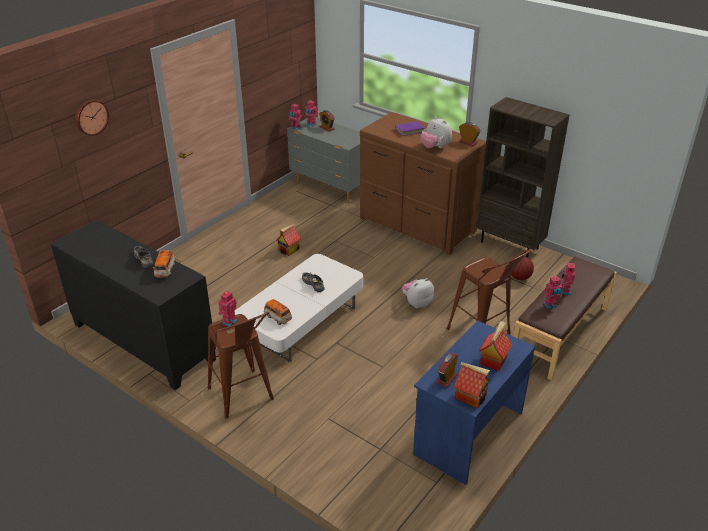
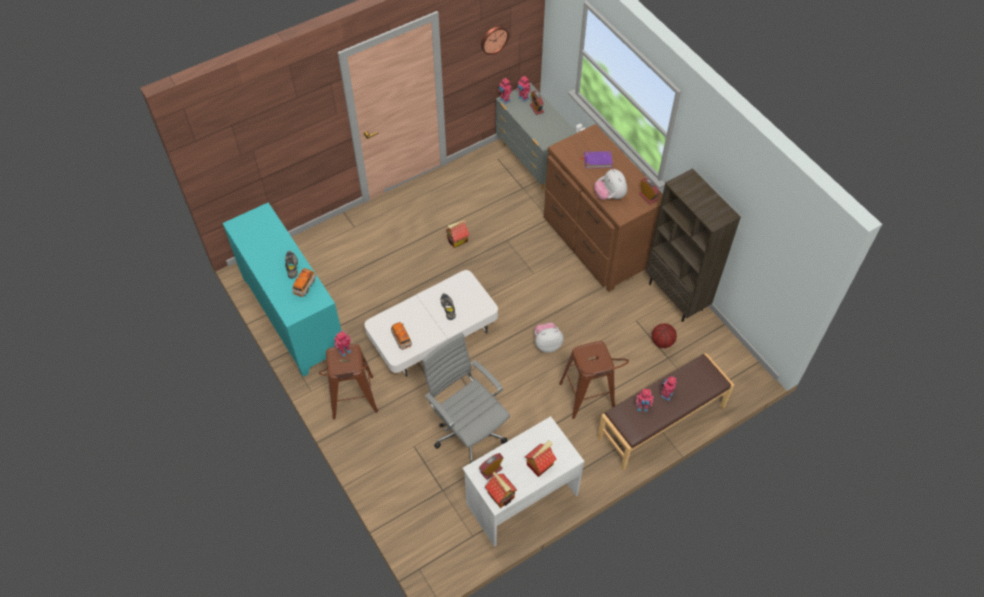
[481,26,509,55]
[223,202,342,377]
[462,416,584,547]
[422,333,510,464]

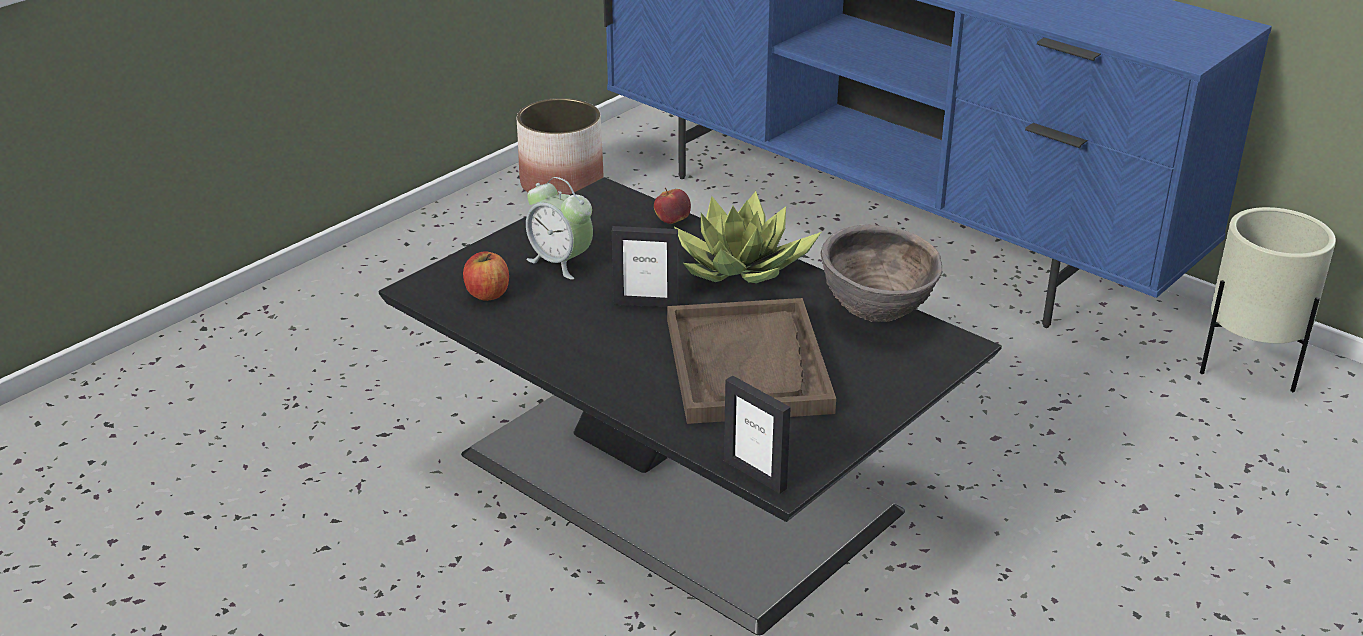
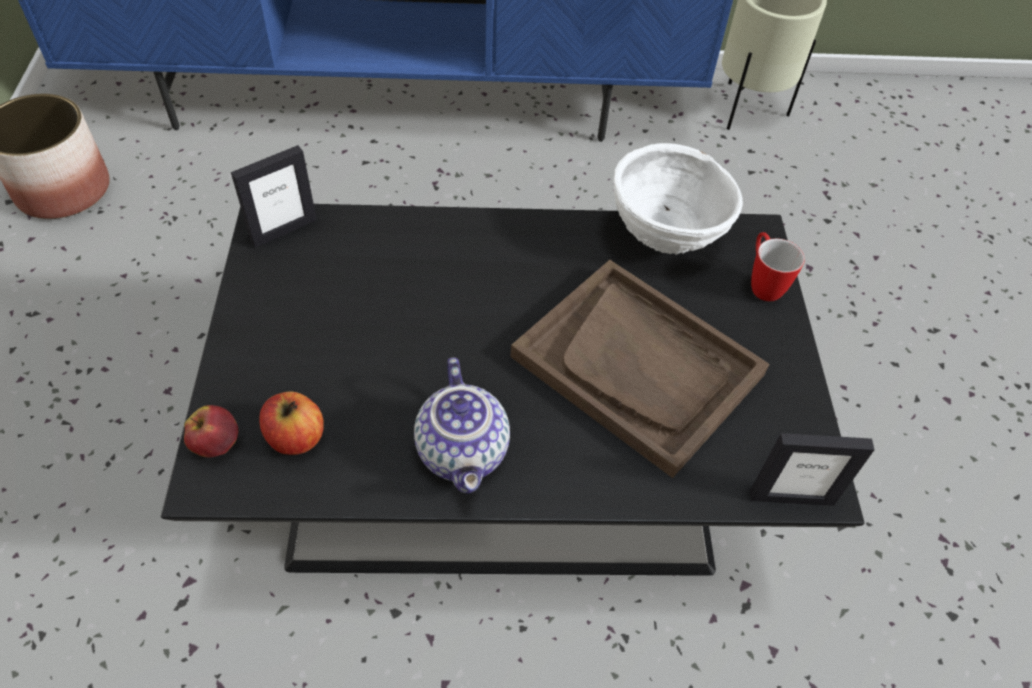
[526,177,593,280] (first image)
[184,405,238,457]
[674,191,821,283] (first image)
[613,143,743,255]
[231,145,317,248]
[751,232,805,301]
[414,357,510,494]

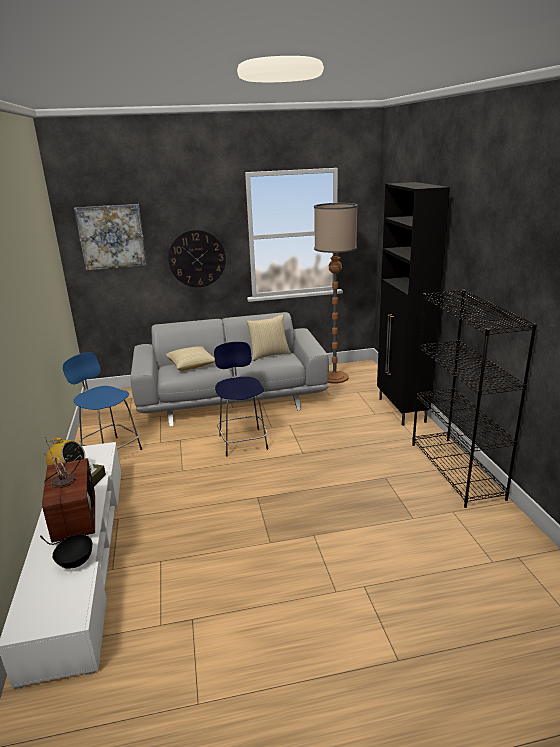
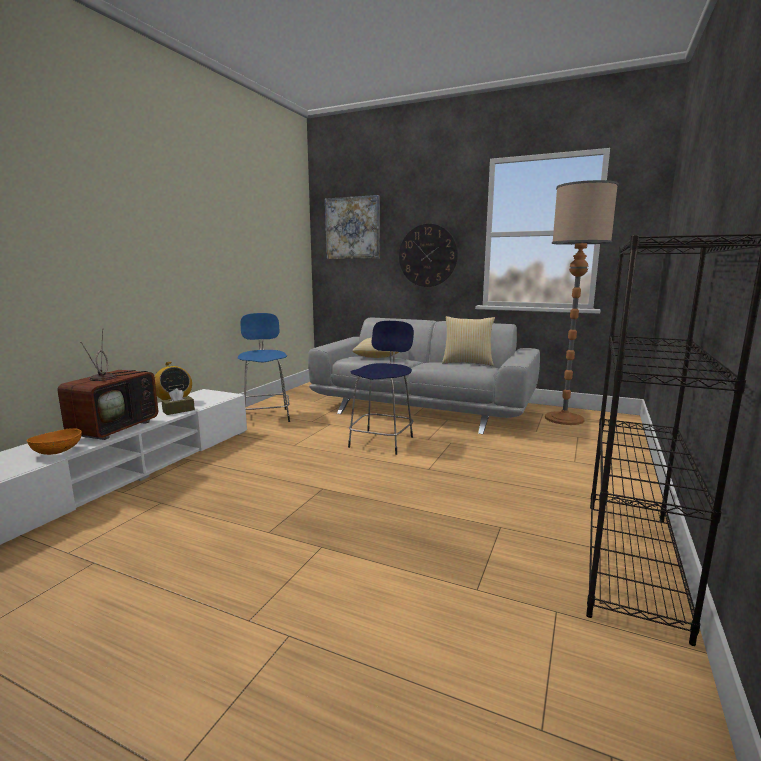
[377,182,450,426] (first image)
[27,428,82,455]

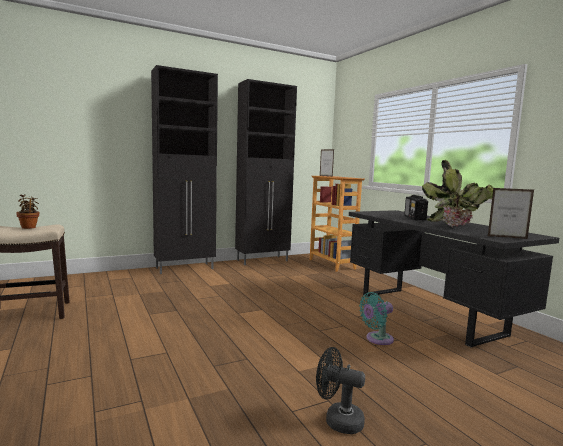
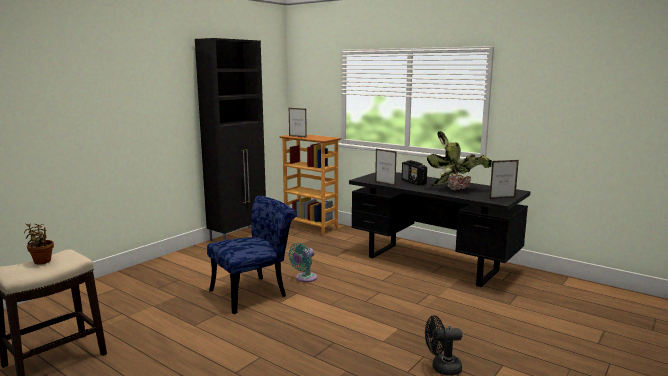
[151,65,218,274] (first image)
[288,243,317,282]
[375,149,397,186]
[207,195,297,314]

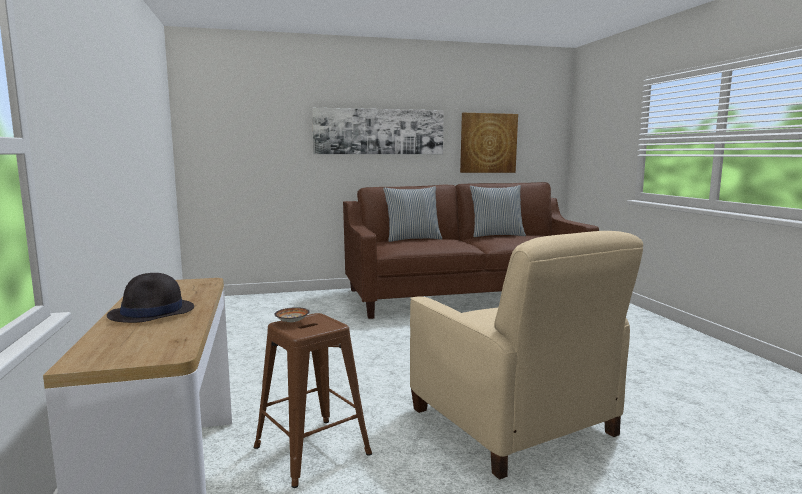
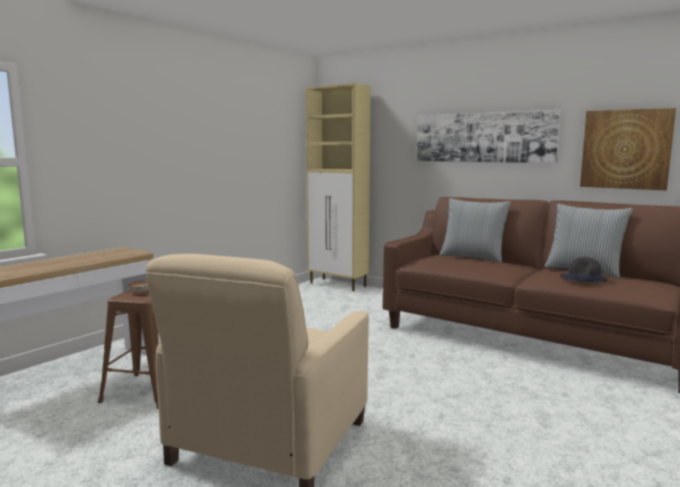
[560,257,608,283]
[306,83,371,291]

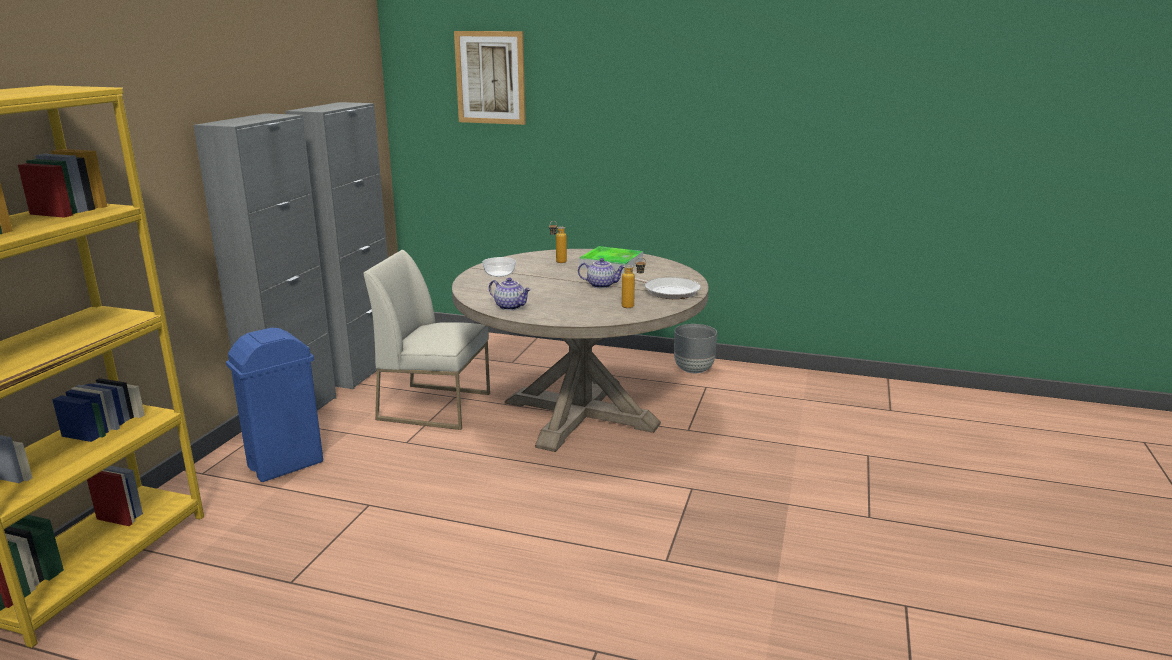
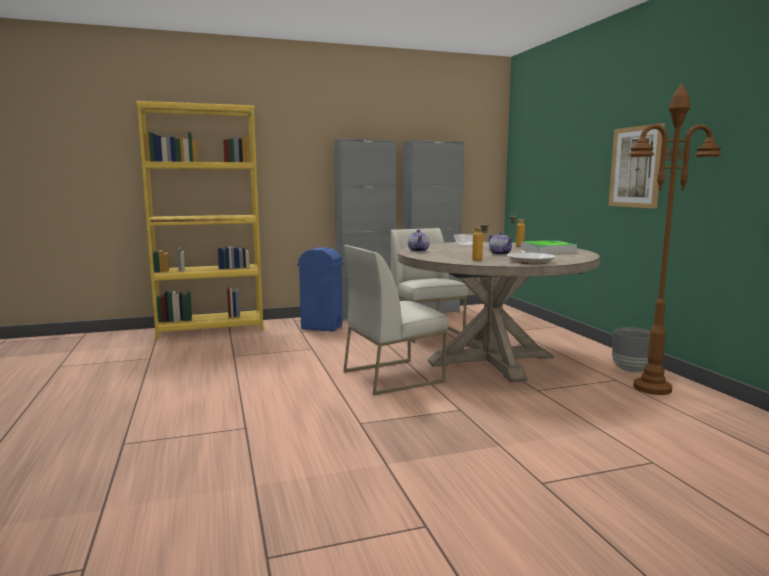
[609,123,665,209]
[629,84,722,395]
[343,245,448,395]

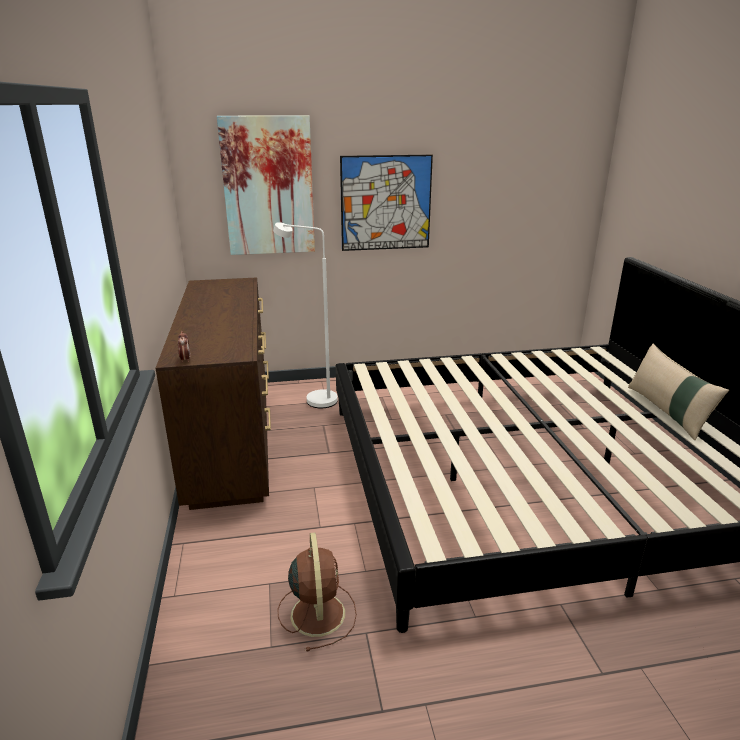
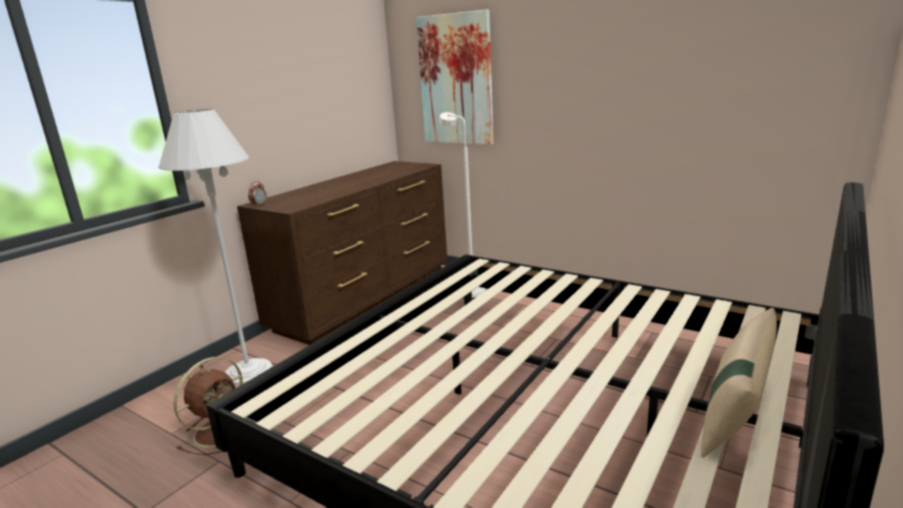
[340,155,433,251] (first image)
[158,109,273,386]

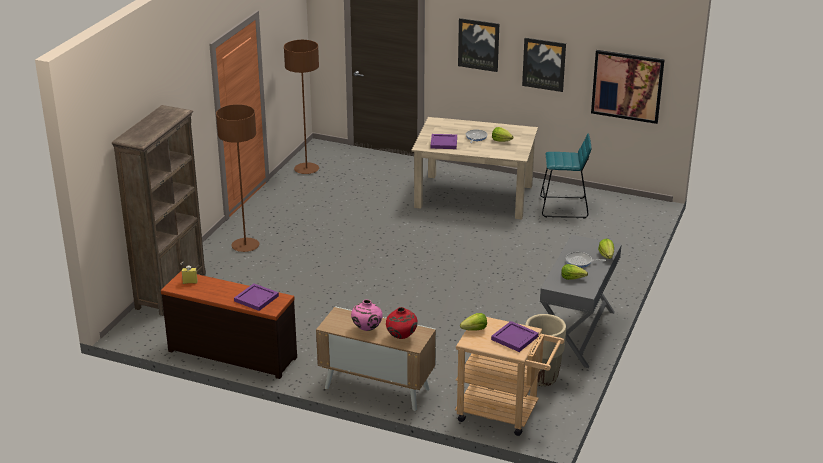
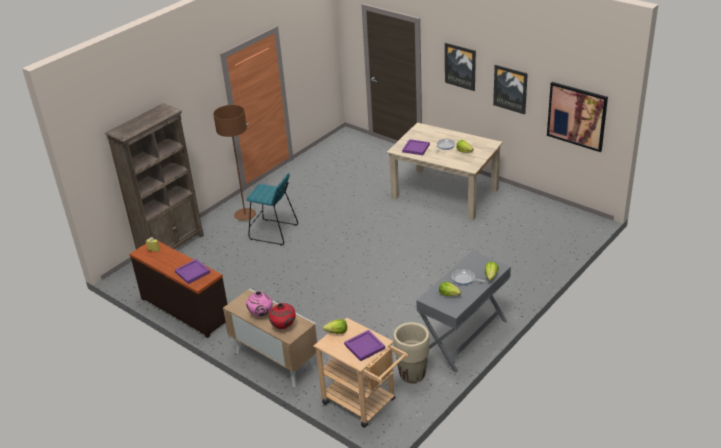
[284,40,319,174] (first image)
[246,173,298,246]

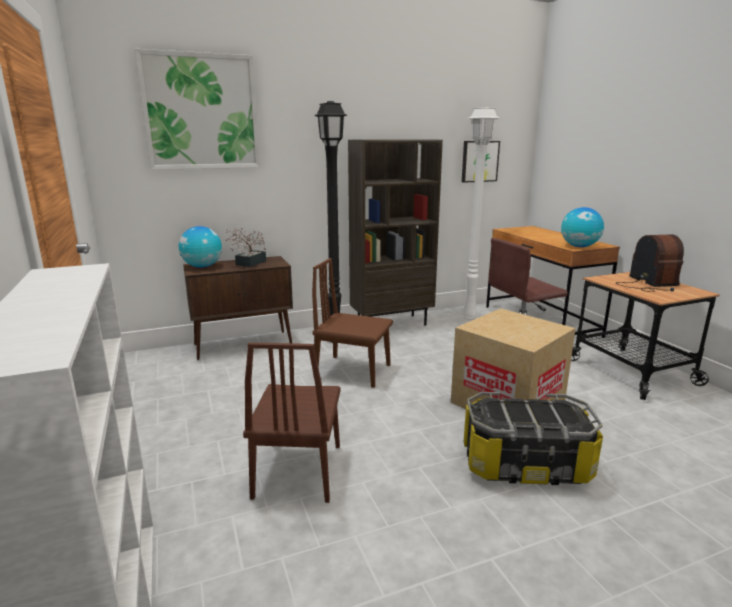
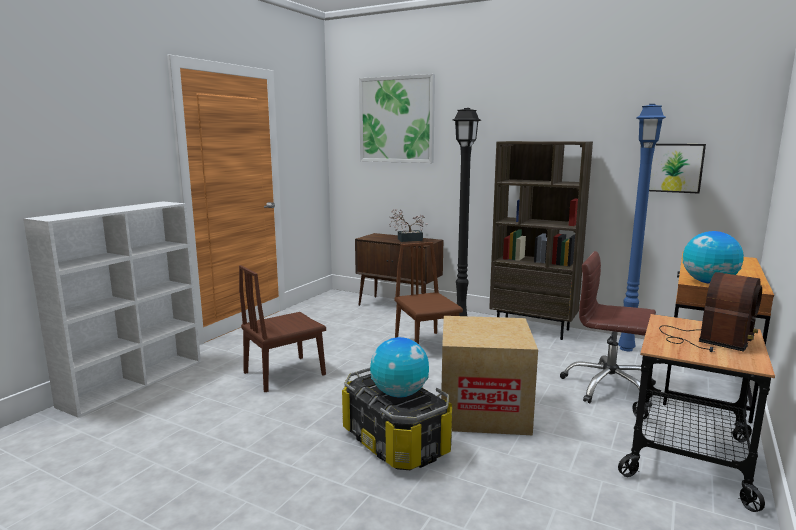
[618,104,666,351]
[370,337,429,397]

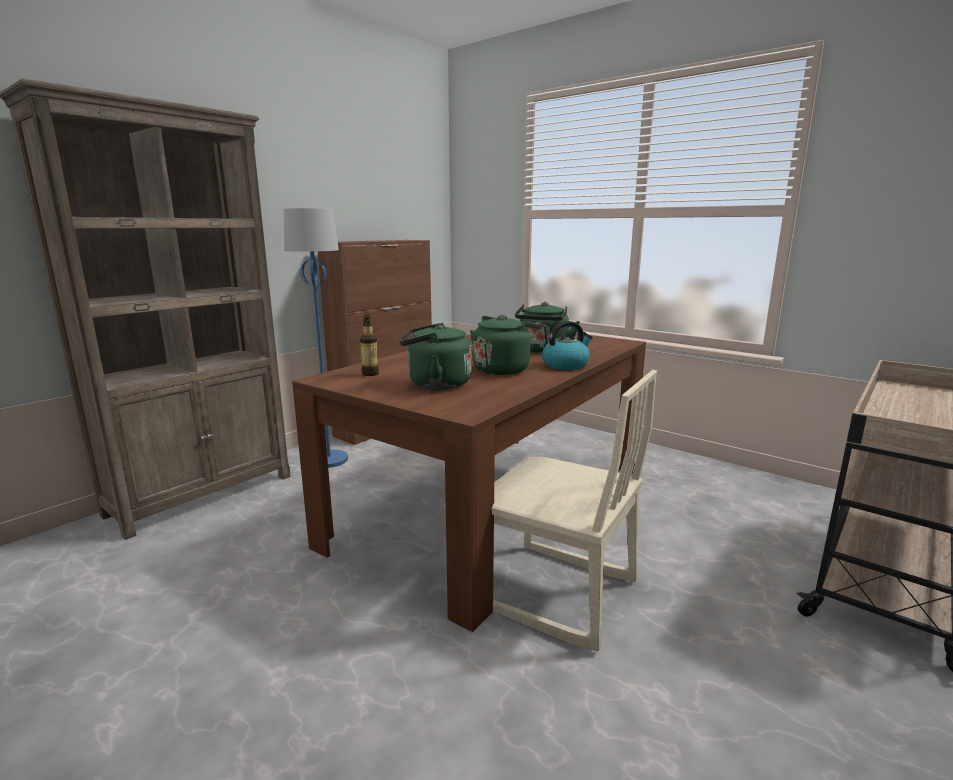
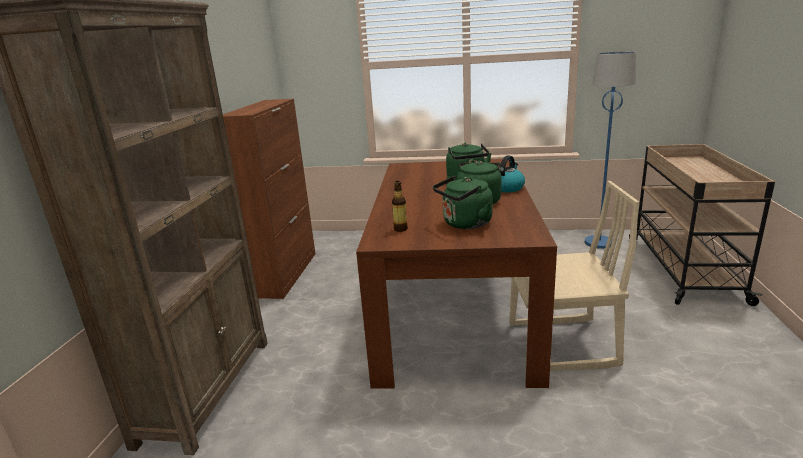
[585,51,636,249]

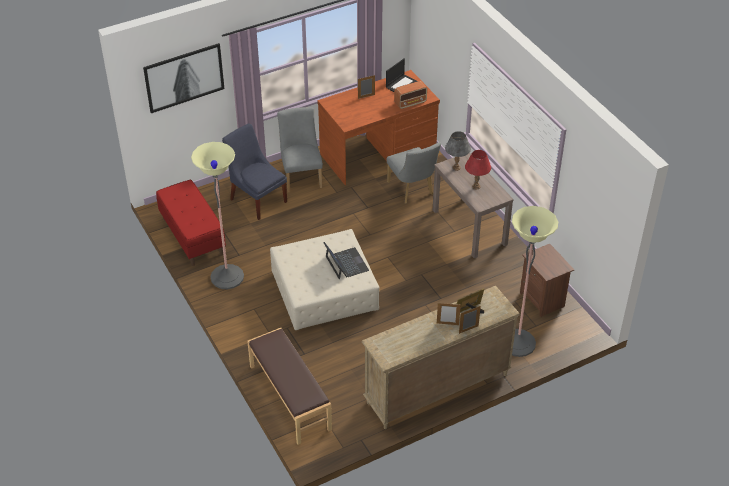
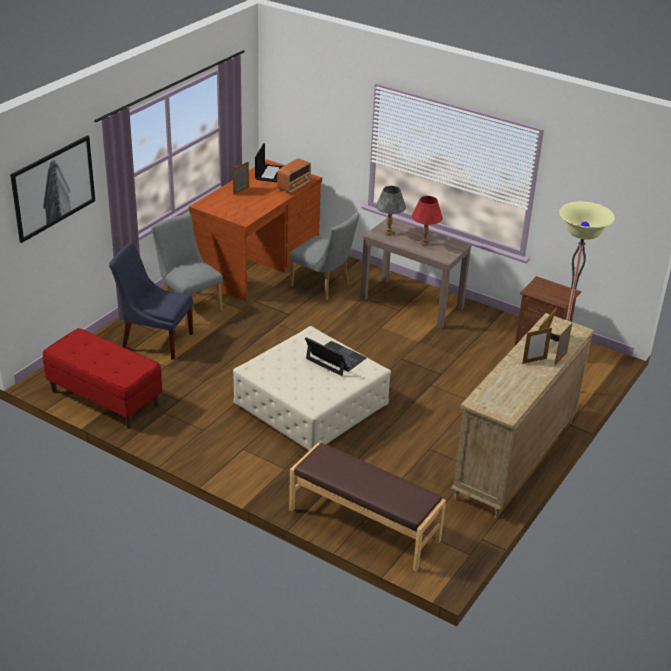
[191,142,244,289] (first image)

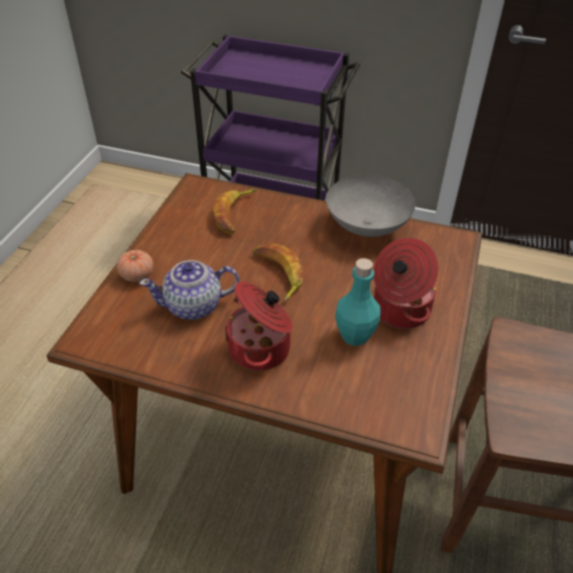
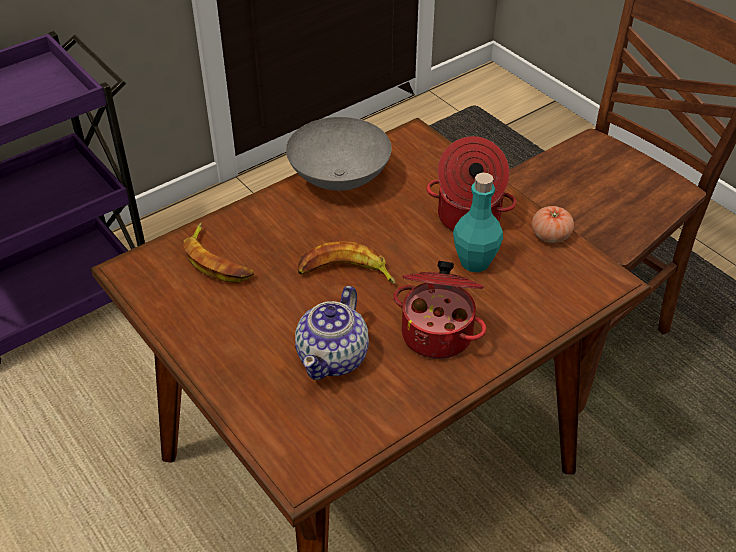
[532,206,574,243]

